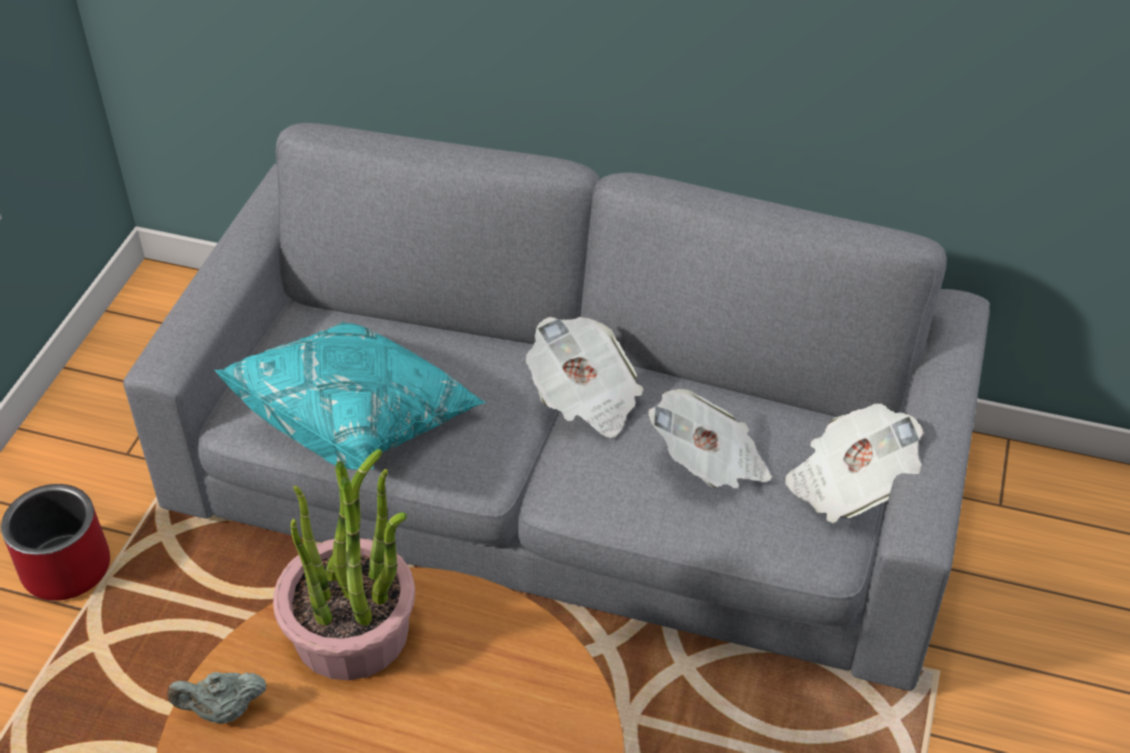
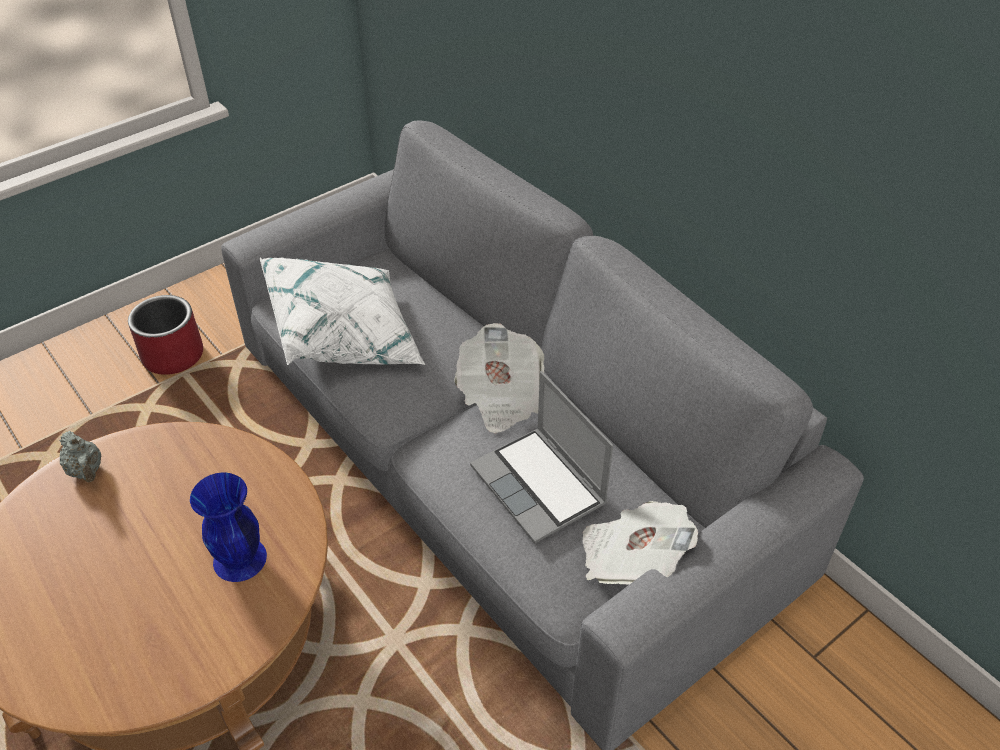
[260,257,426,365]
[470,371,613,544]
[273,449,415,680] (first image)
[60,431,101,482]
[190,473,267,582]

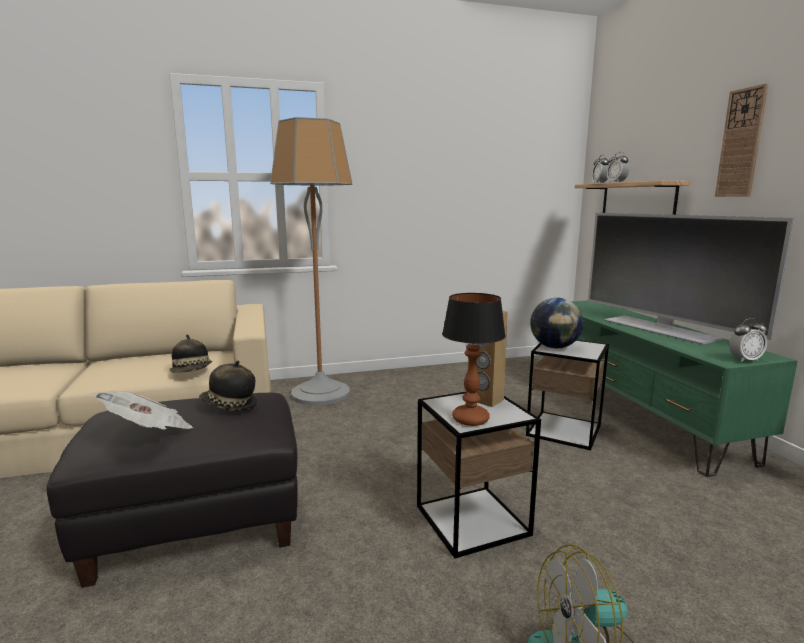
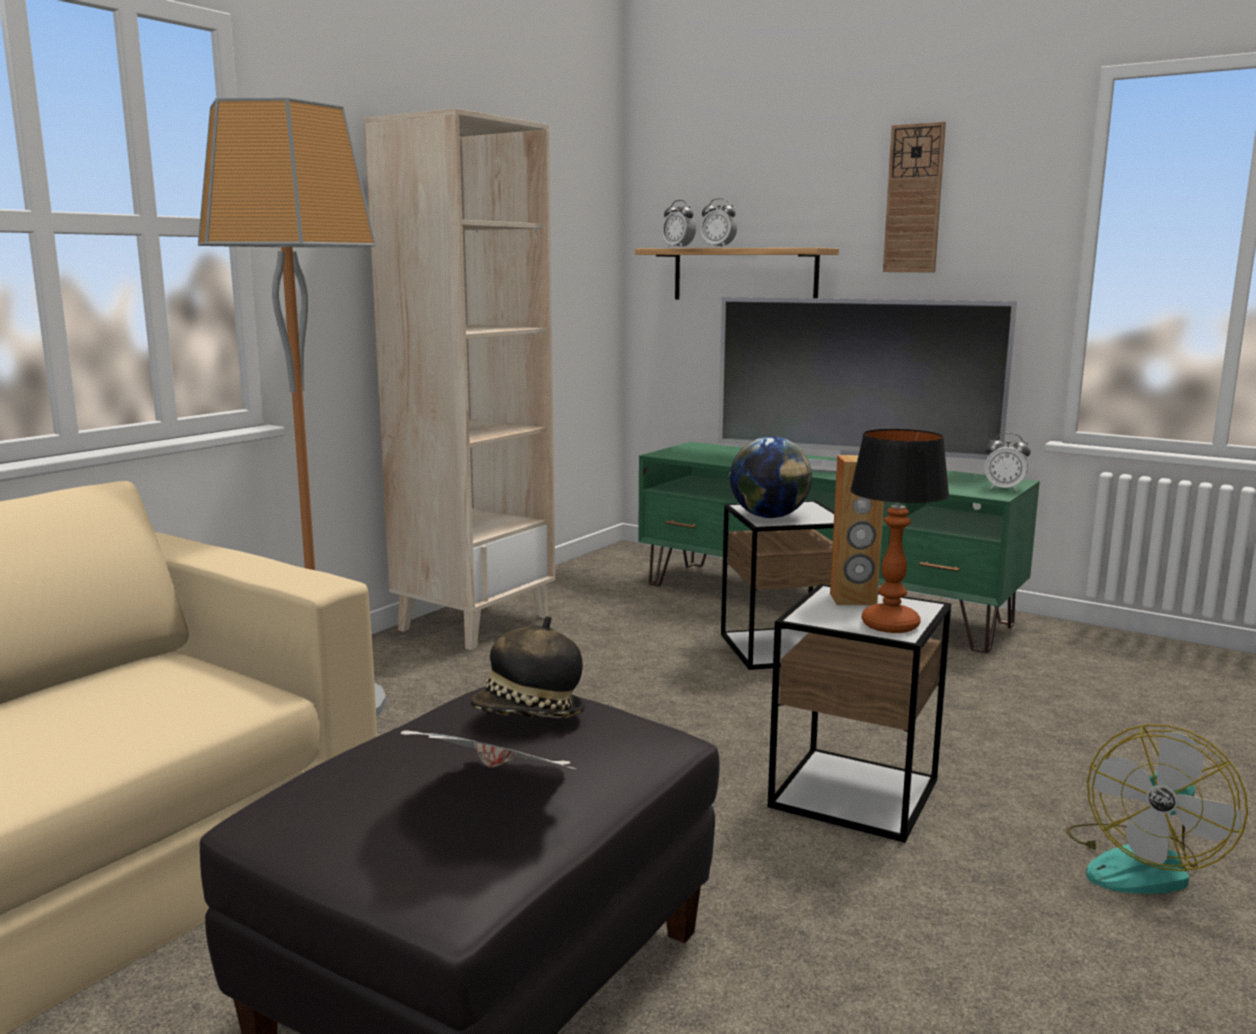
[984,433,1031,492]
[170,335,212,373] (first image)
[364,108,555,650]

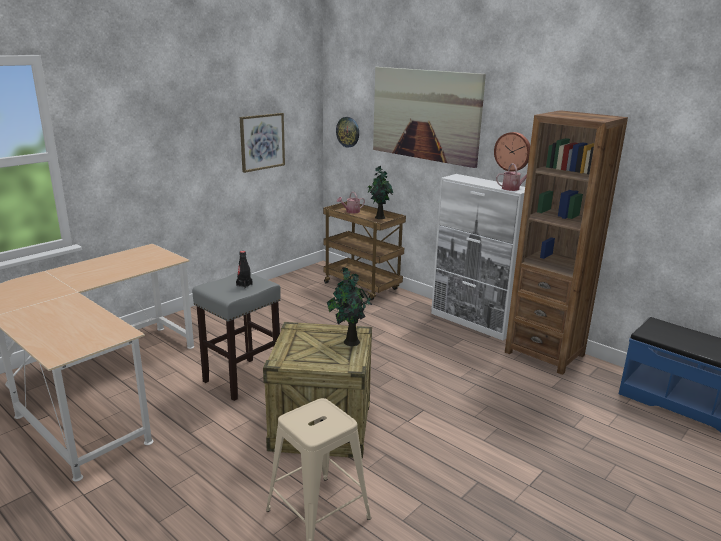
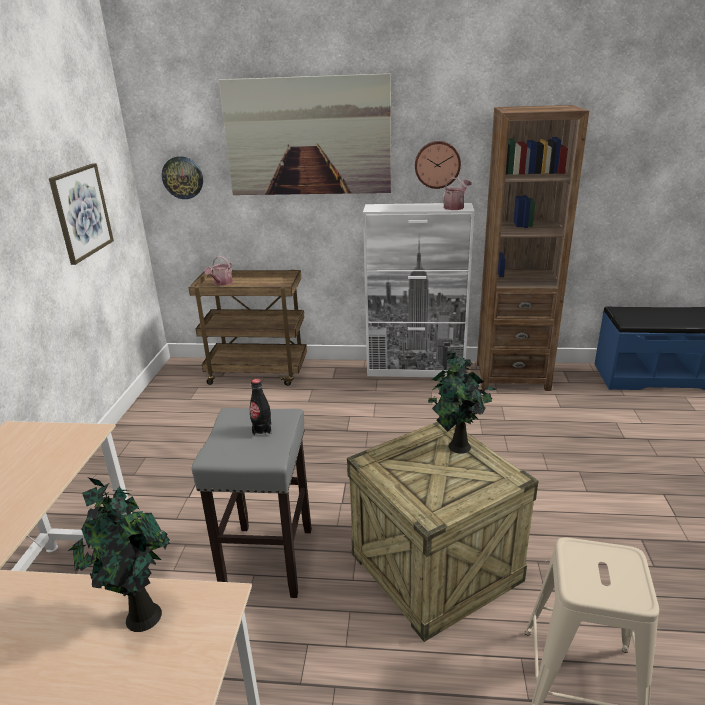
[68,477,170,632]

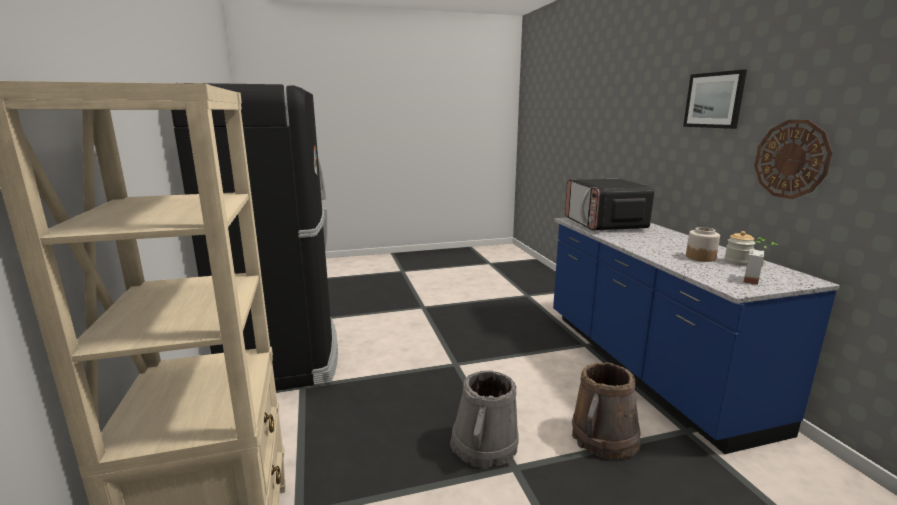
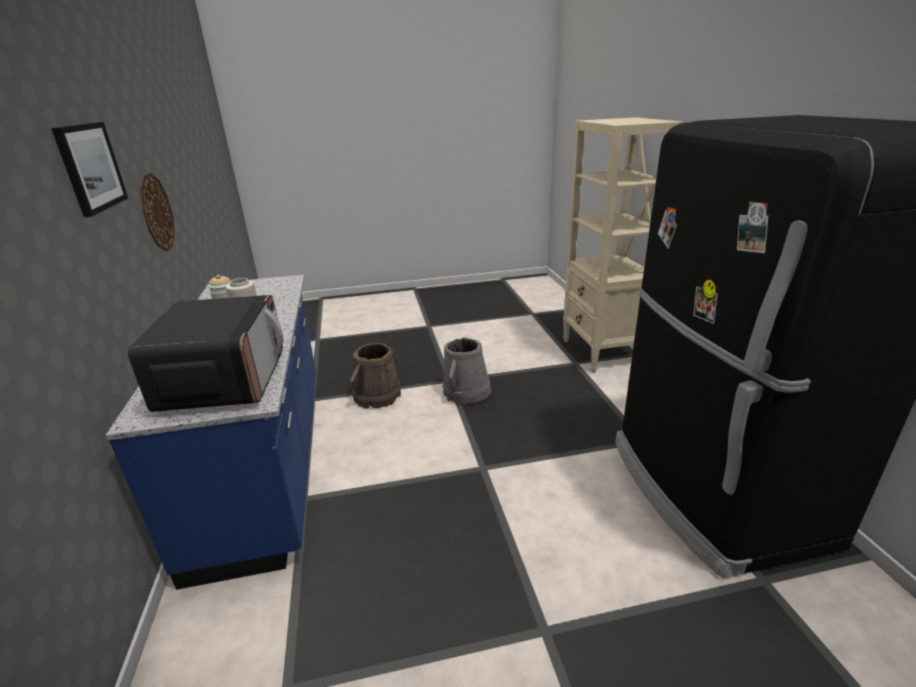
[744,237,778,285] (first image)

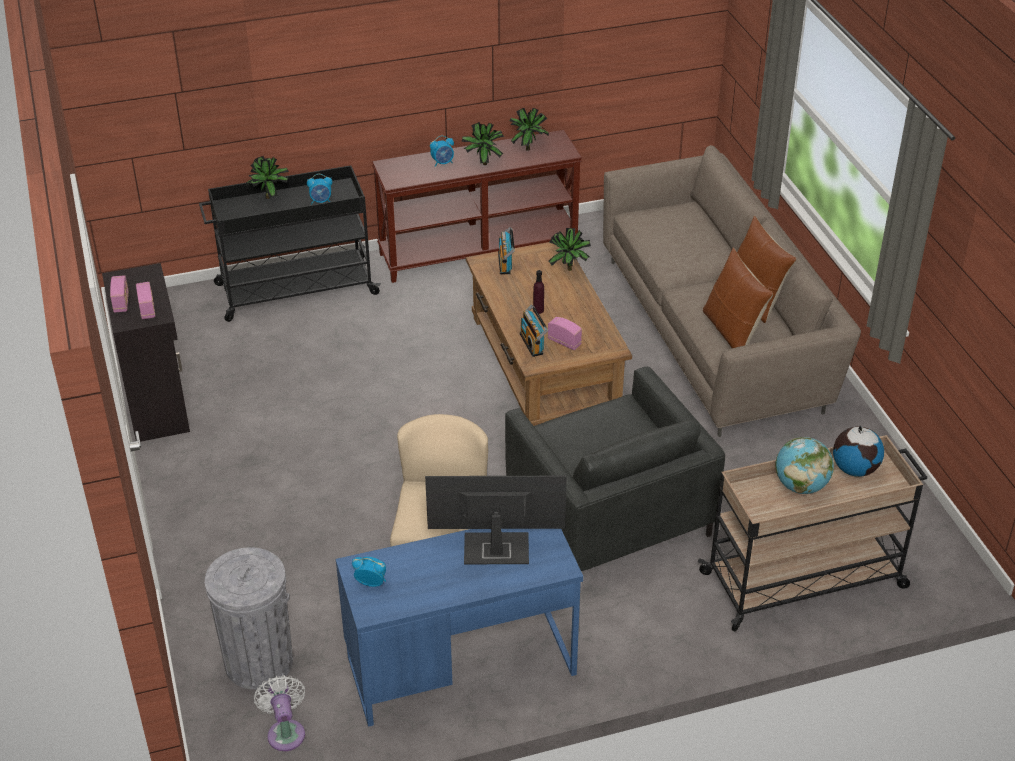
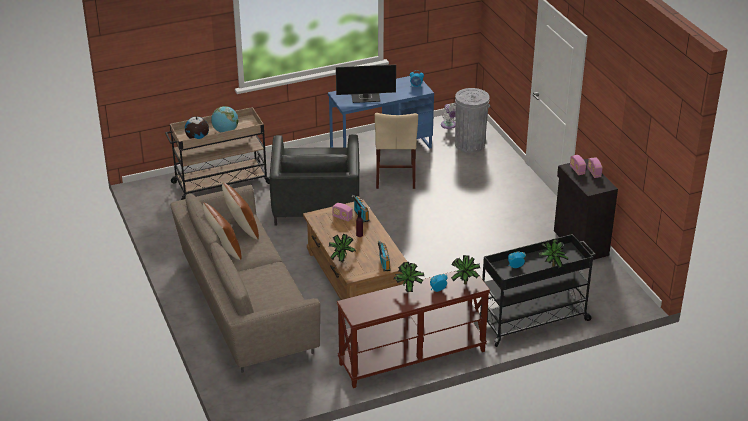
[451,255,480,284]
[269,135,360,225]

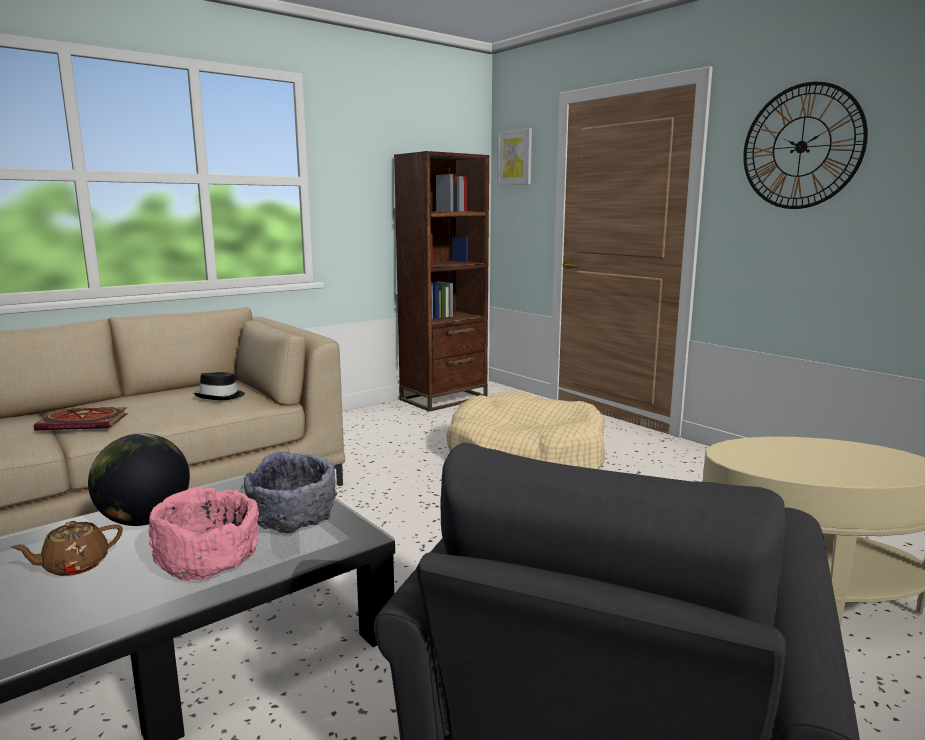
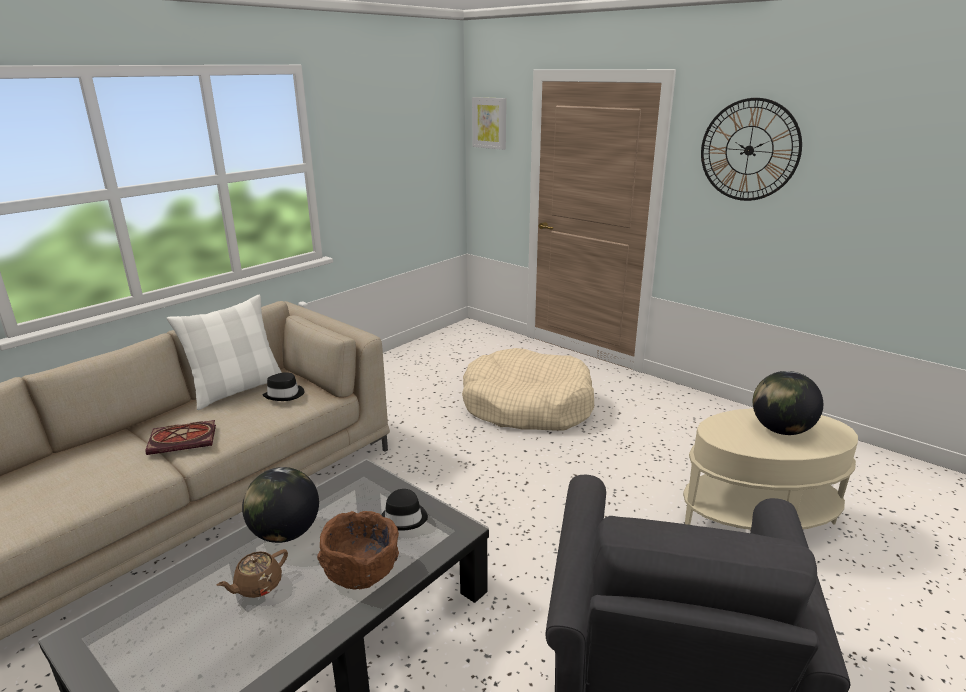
[394,151,489,412] (first image)
[381,489,428,531]
[317,511,399,589]
[167,295,282,410]
[753,371,823,435]

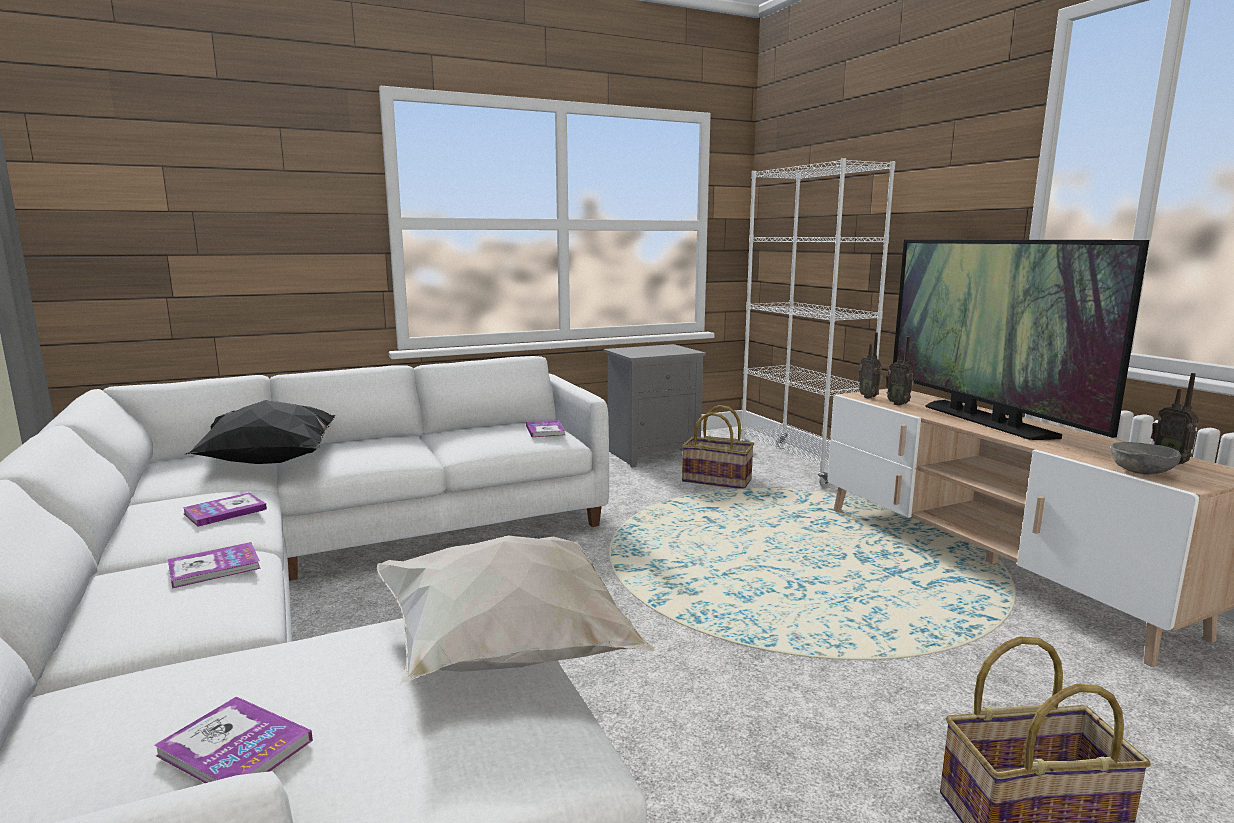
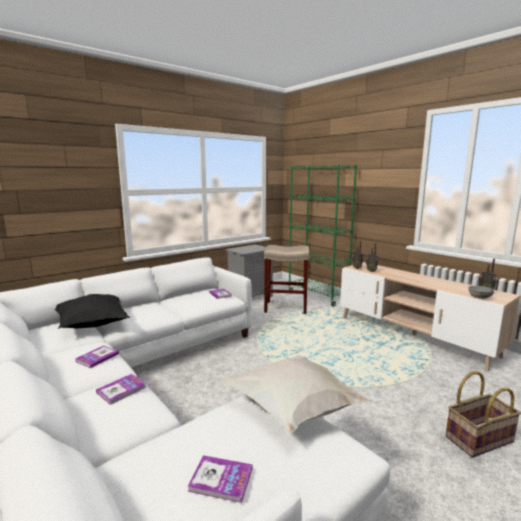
[288,165,357,307]
[893,239,1149,440] (first image)
[264,245,309,314]

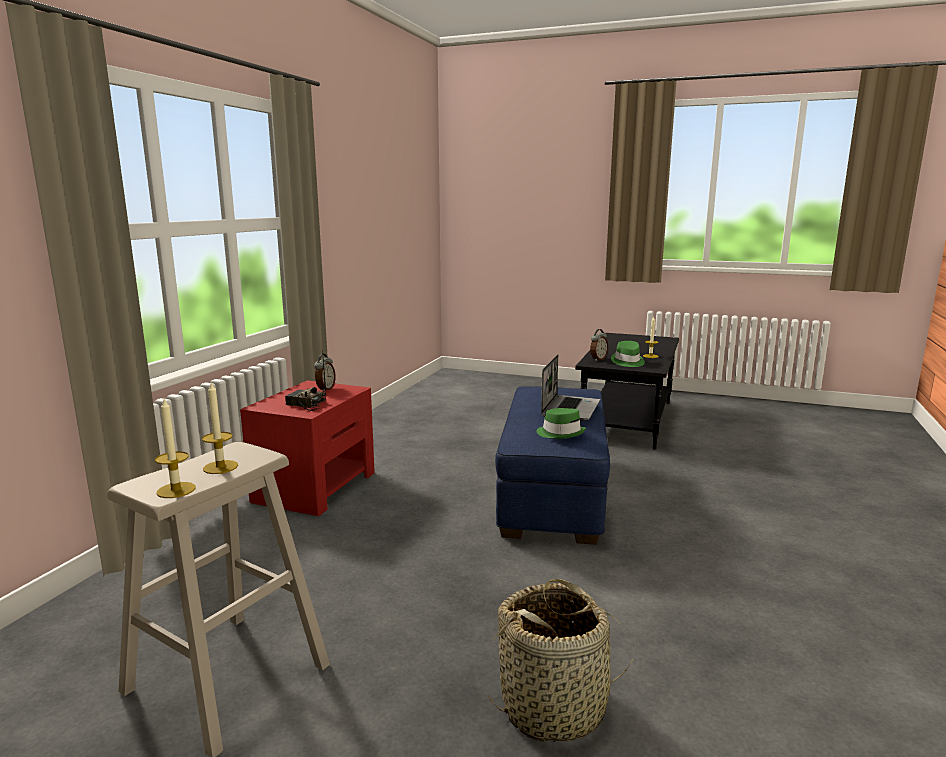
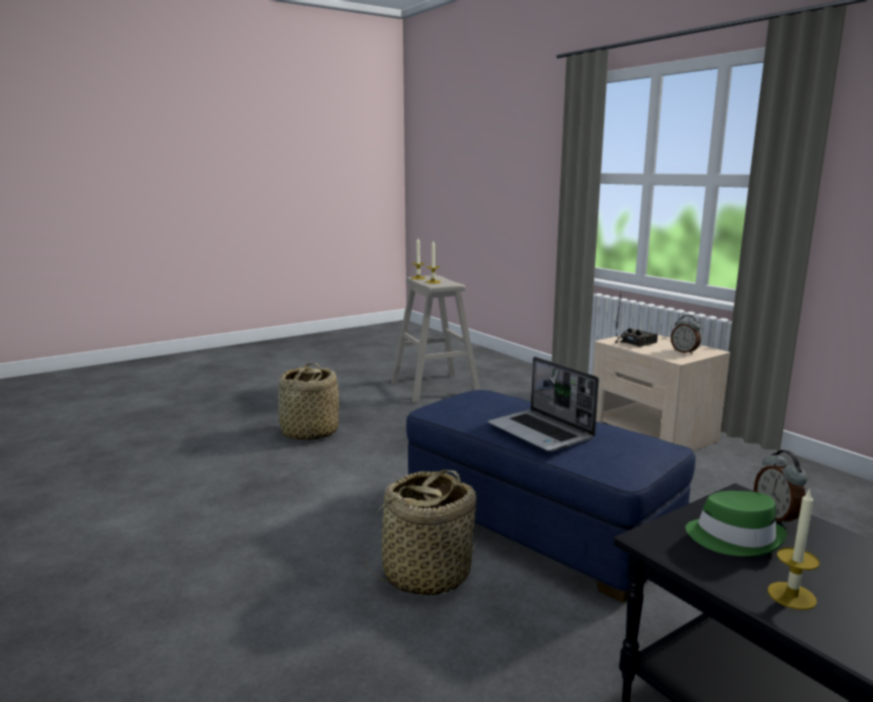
[593,335,730,451]
[537,408,586,439] (first image)
[362,470,476,596]

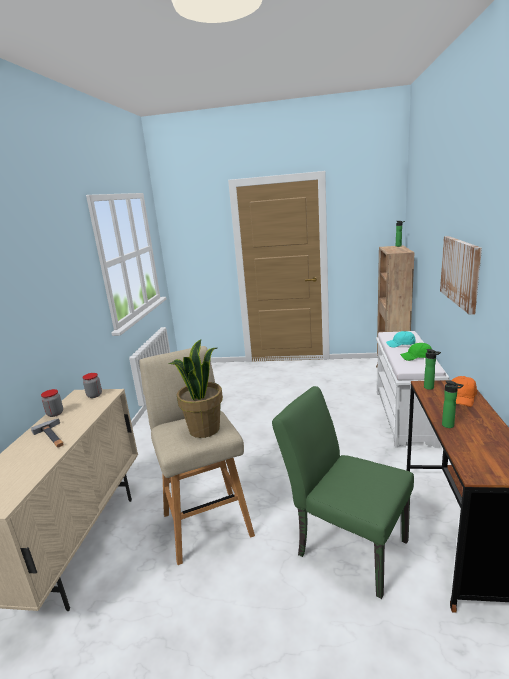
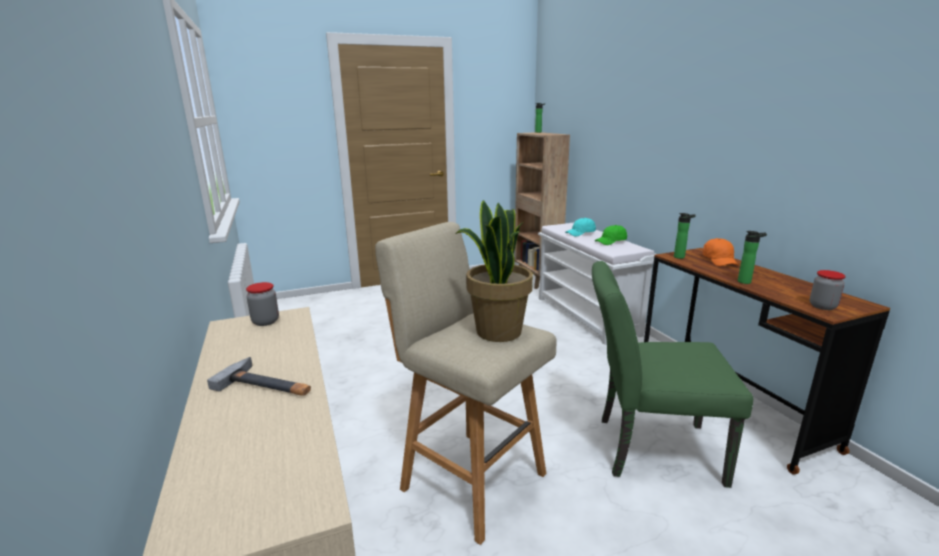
[440,236,482,315] (first image)
[810,270,846,310]

